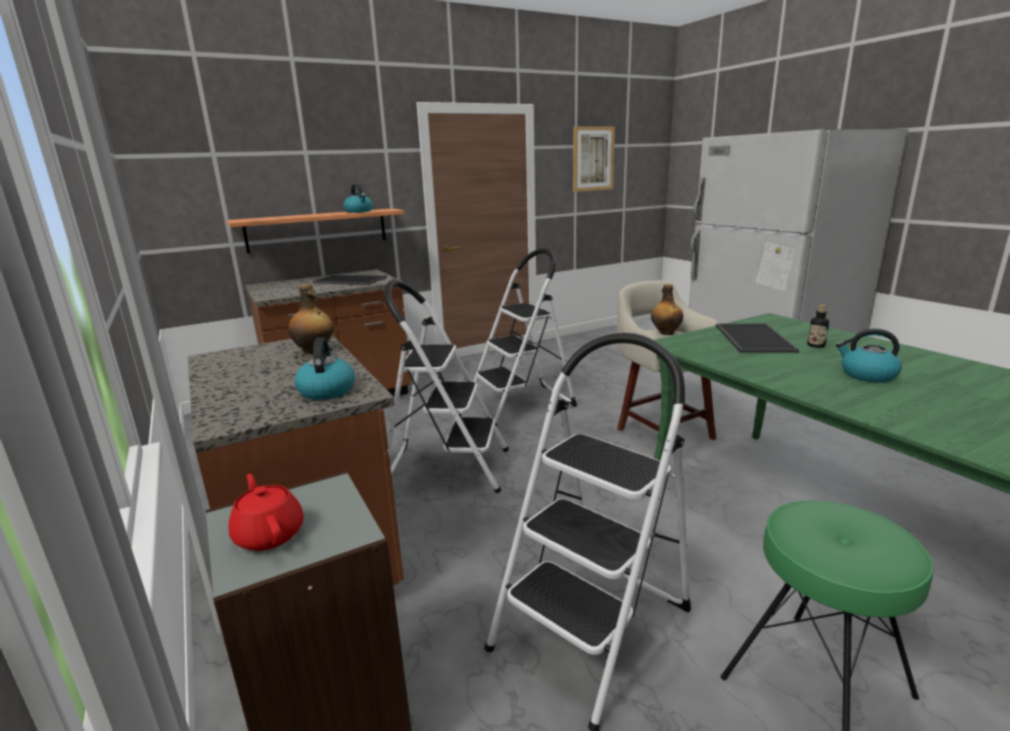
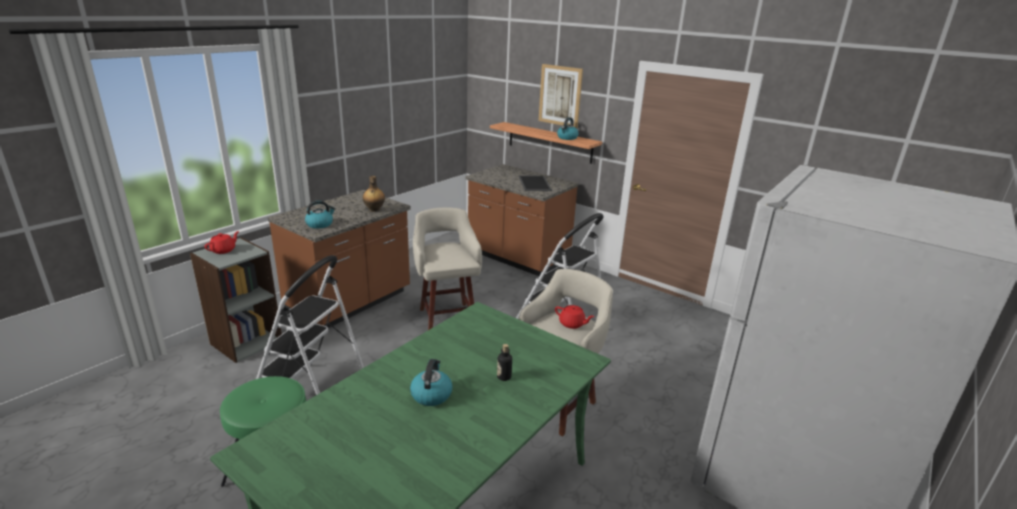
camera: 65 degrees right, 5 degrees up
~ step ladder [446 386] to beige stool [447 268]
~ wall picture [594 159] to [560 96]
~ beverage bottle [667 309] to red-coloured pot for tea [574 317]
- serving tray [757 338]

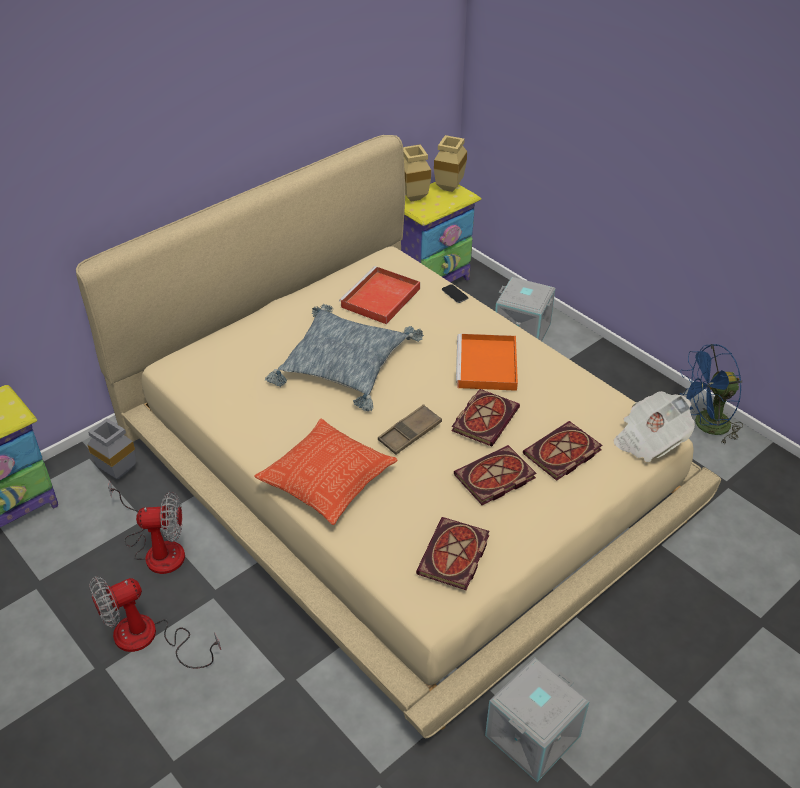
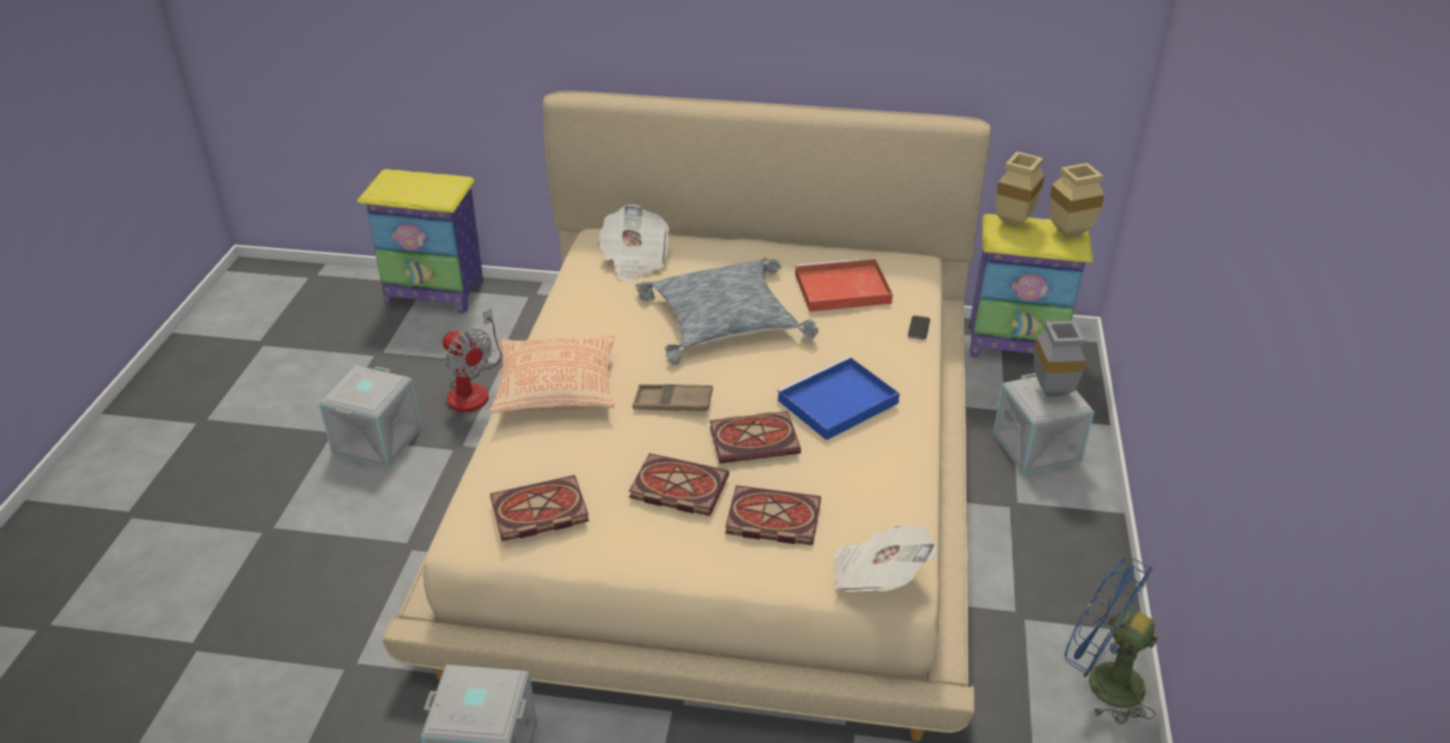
camera: 50 degrees right, 5 degrees down
~ fan [155 622] to gray storage box [370 416]
~ orange-coloured throw pillow [326 472] to beige throw pillow [552 374]
+ newspaper [633 242]
~ orange-coloured serving tray [487 362] to bluish serving tray [838 398]
~ gray flower vase [111 448] to [1060 359]

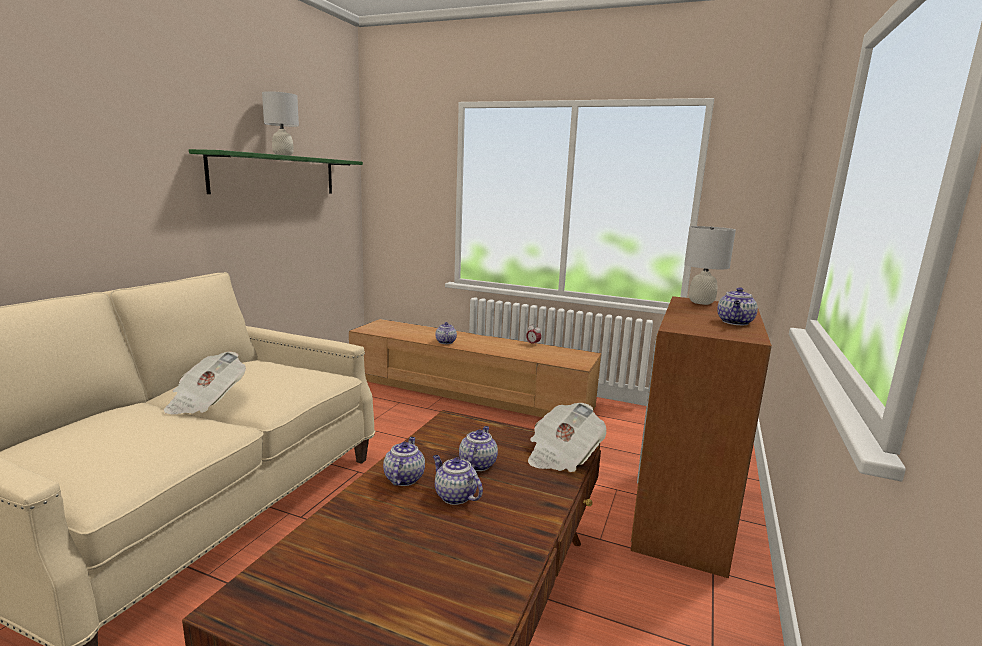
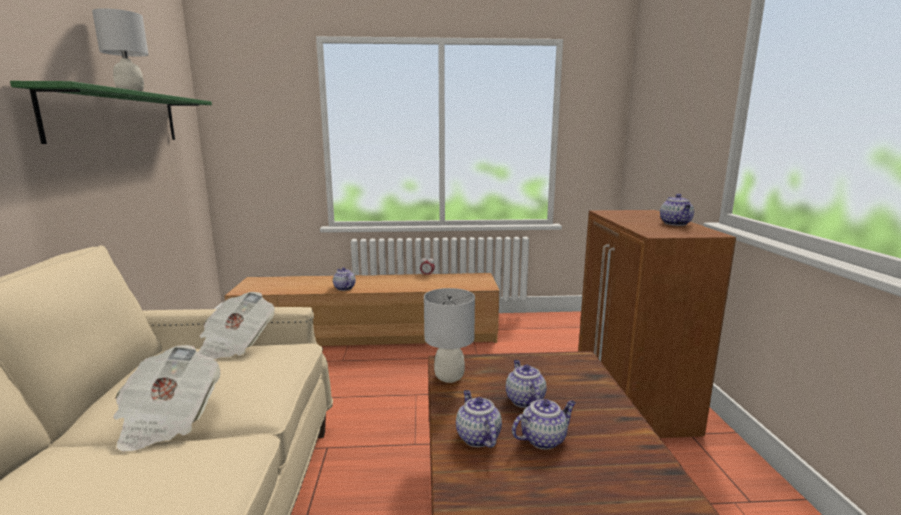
camera: 25 degrees left, 0 degrees up
~ newspaper [567 437] to [236 325]
~ gray table lamp [710 265] to [449 335]
~ pot for tea [458 480] = [544 424] 135 degrees clockwise

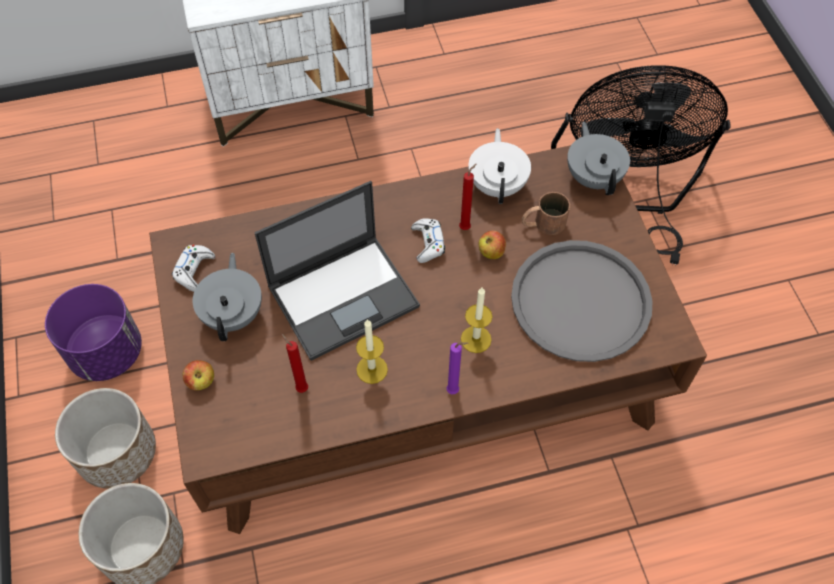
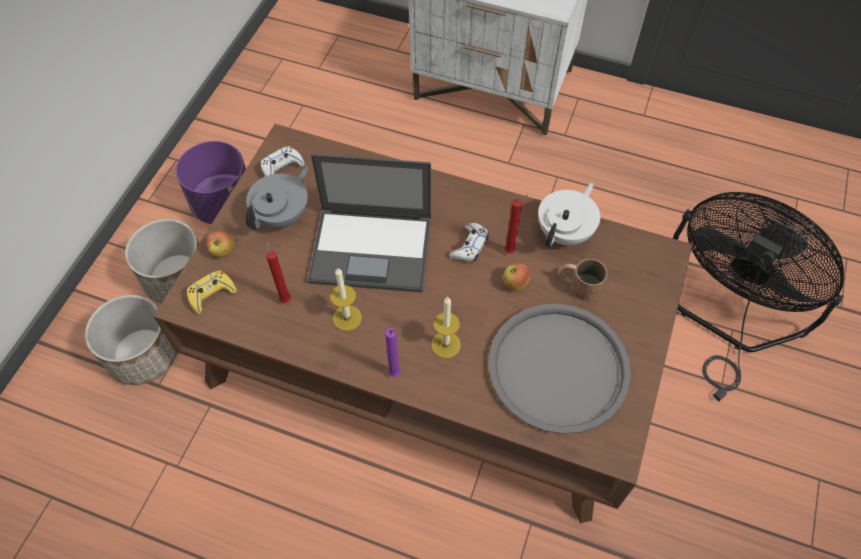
camera: 35 degrees right, 0 degrees up
+ yellow-coloured gamepad [212 292]
- gray pot for tea [598 158]

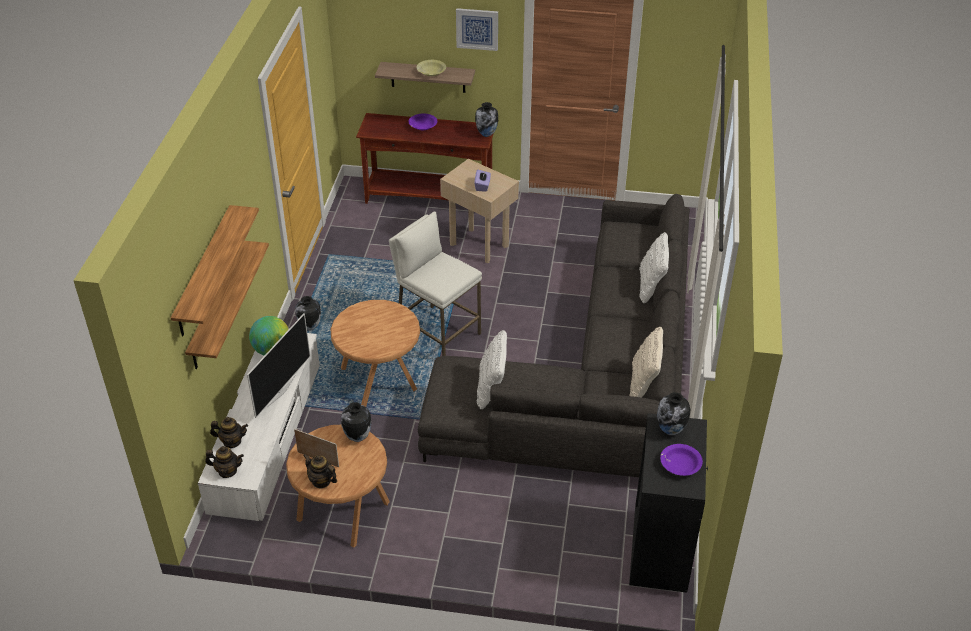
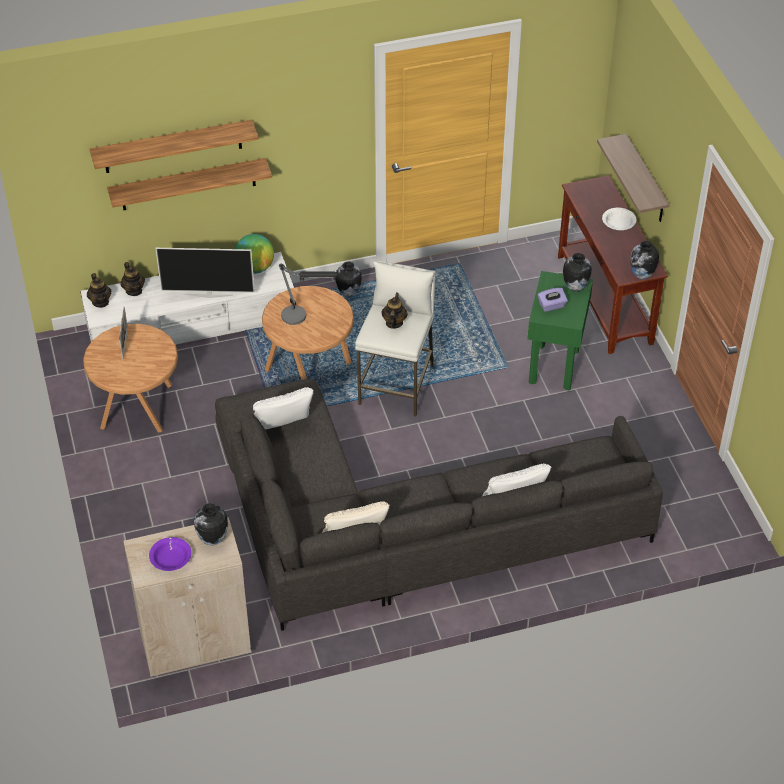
camera: 65 degrees right, 5 degrees up
~ black cabinet [668 503] to beige cabinet [188 597]
+ table lamp [308 294]
~ pot for tea [320 471] to [395 310]
~ beige side table [479 211] to green-coloured side table [560 330]
~ flower vase [356 422] to [577 272]
~ purple deep dish [423 121] to white deep dish [619 219]
- yellow-coloured deep dish [431 68]
- wall picture [477 29]

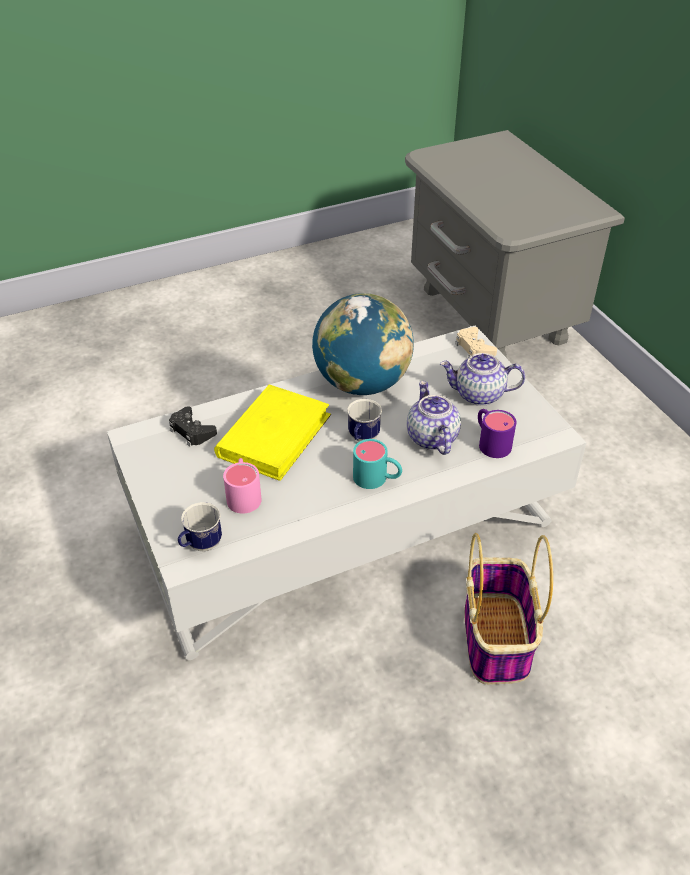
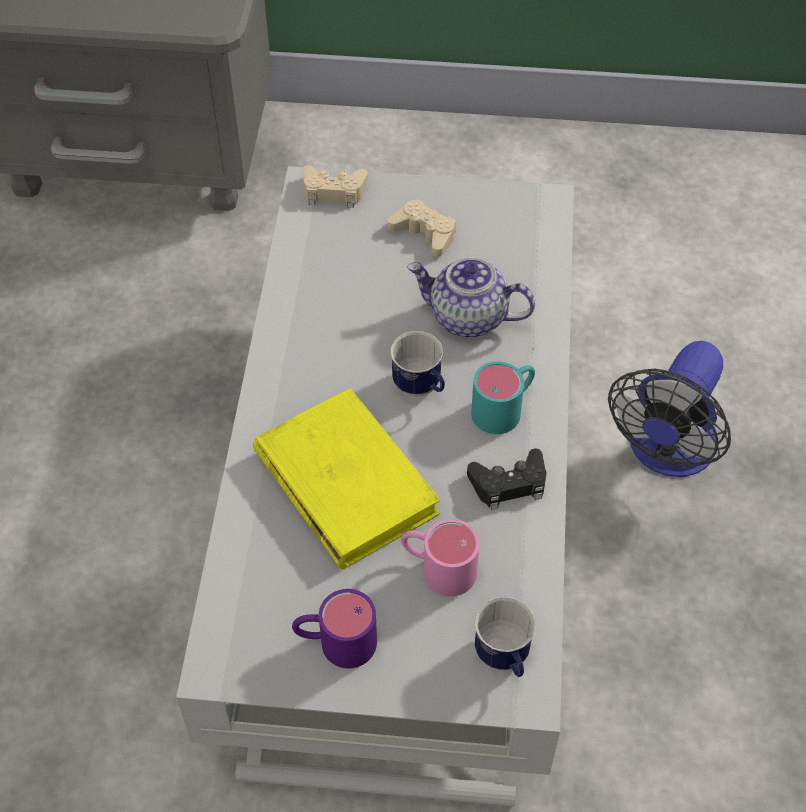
camera: 60 degrees left, 10 degrees up
~ purple coffee mug [497 433] to [334 628]
~ pot for tea [482 379] to beige gamepad [421 228]
~ black gamepad [193 426] to [506 479]
~ storage basket [508 608] to fan [669 409]
- globe [363 344]

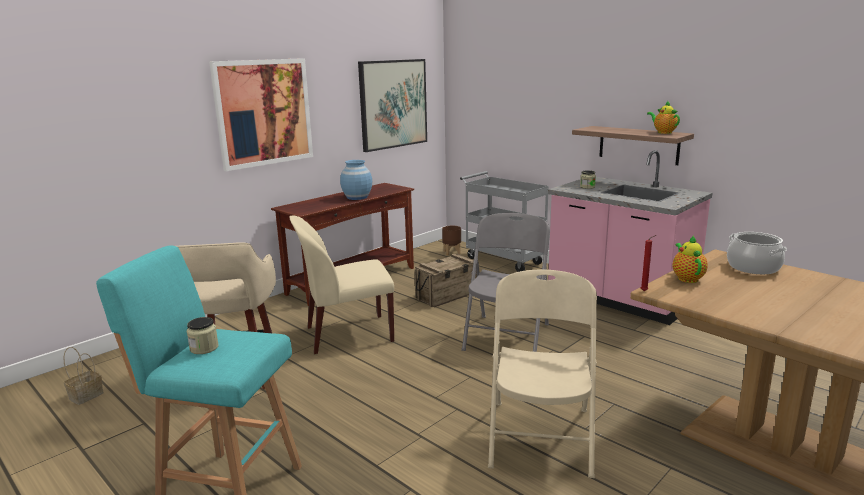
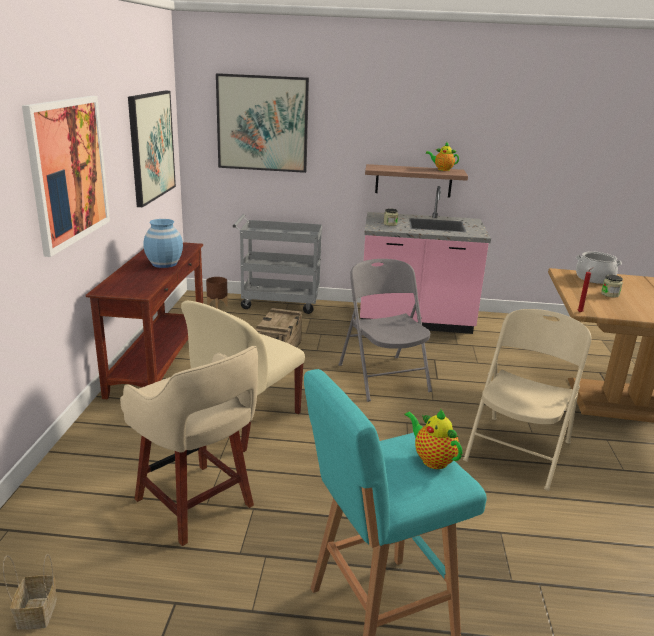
camera: 40 degrees left, 5 degrees up
+ wall picture [262 123]
~ pot for tea [690 259] to [433 439]
~ beige upright chair [542 374] = [527 400] 60 degrees clockwise
~ jar [203 335] to [612 286]

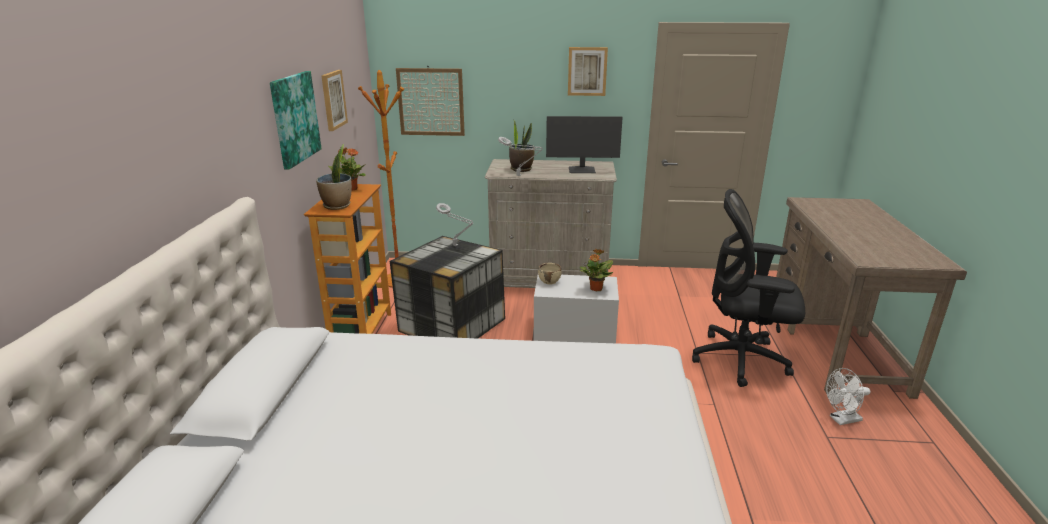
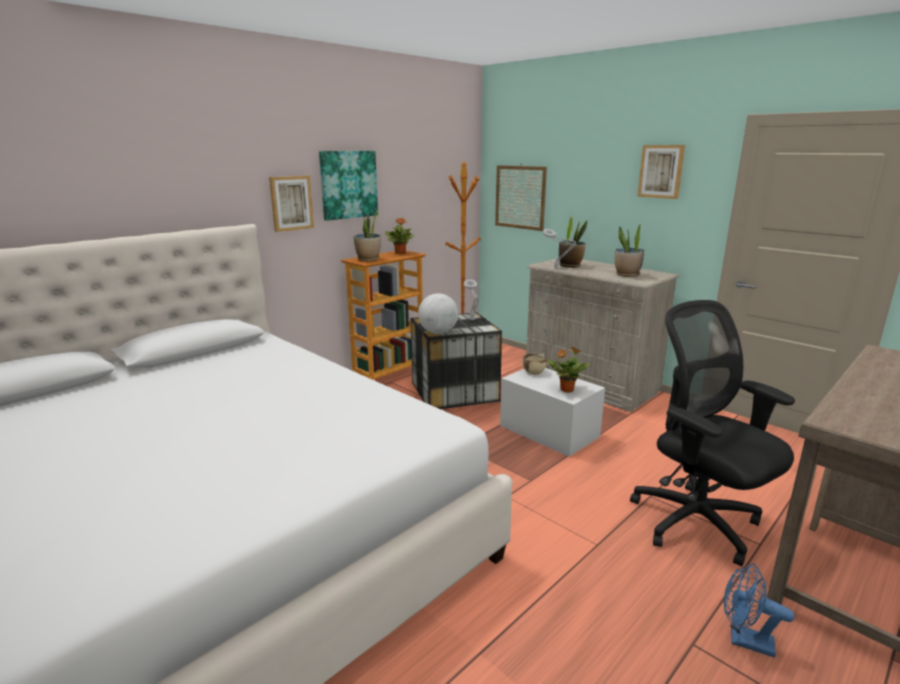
camera: 40 degrees right, 5 degrees down
~ wall picture [335 100] to [291 204]
+ globe [438 313]
~ computer display [584 144] to potted plant [629 250]
~ white fan [848 396] to bluish fan [759 610]

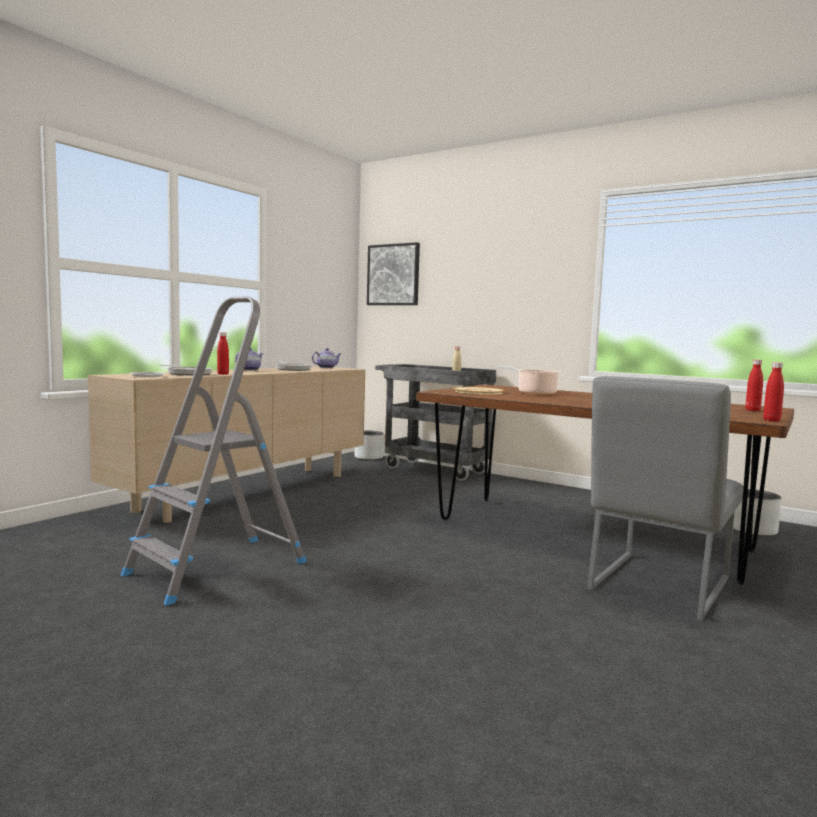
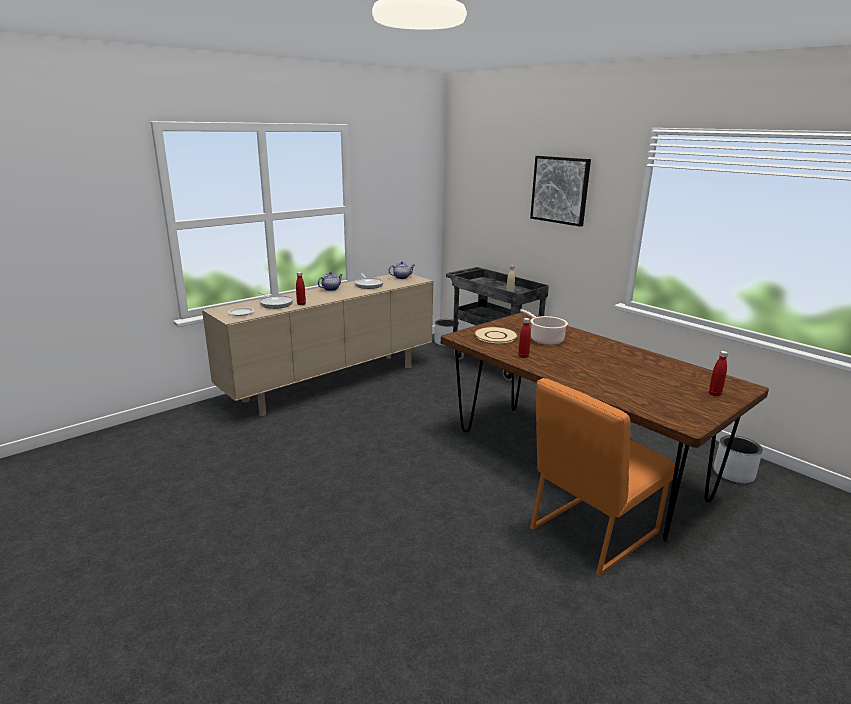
camera: 15 degrees right, 15 degrees up
~ red-coloured beverage bottle [773 391] to [524 338]
~ wall picture [393 273] to [560 191]
~ gray upright chair [665 498] to orange-coloured upright chair [602 477]
- gray step ladder [214 450]

